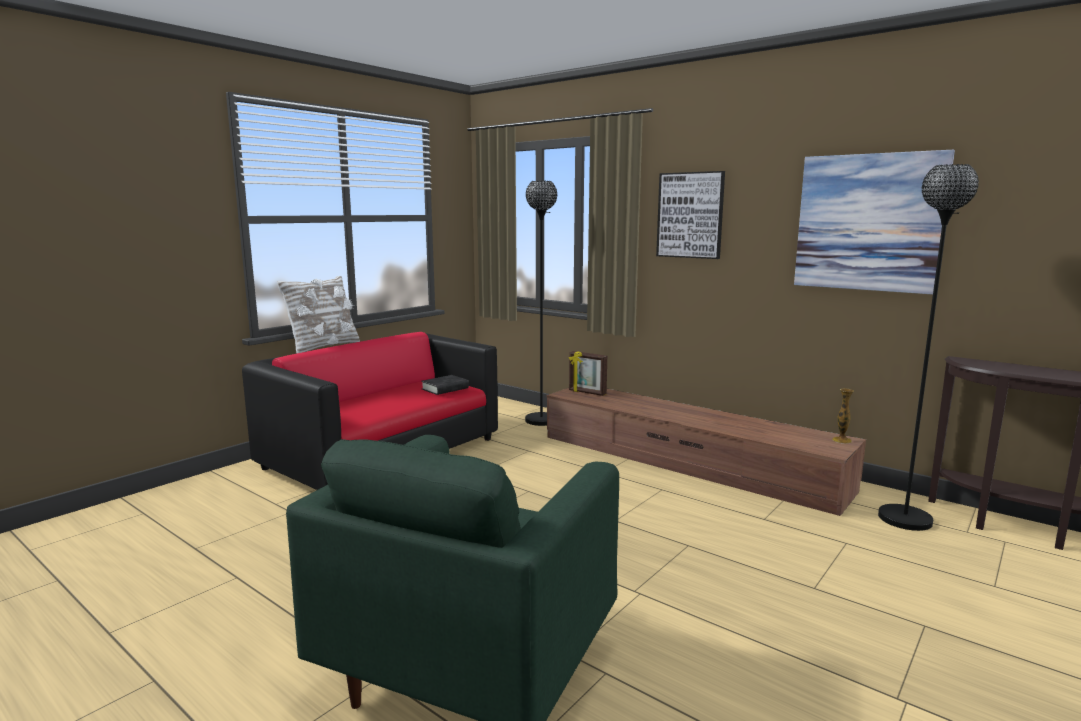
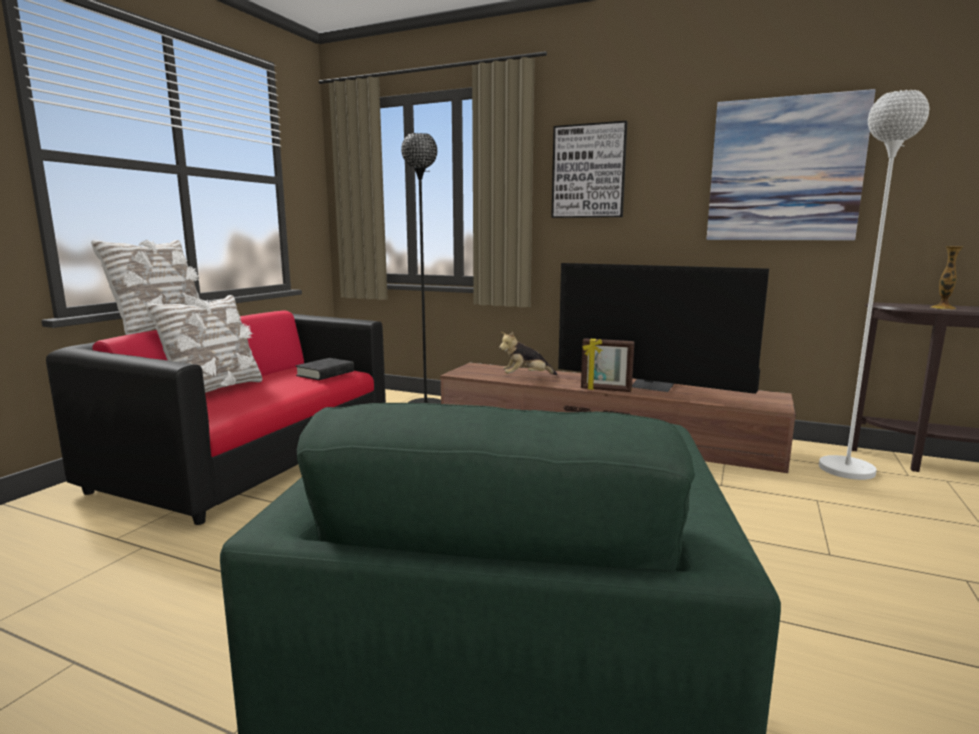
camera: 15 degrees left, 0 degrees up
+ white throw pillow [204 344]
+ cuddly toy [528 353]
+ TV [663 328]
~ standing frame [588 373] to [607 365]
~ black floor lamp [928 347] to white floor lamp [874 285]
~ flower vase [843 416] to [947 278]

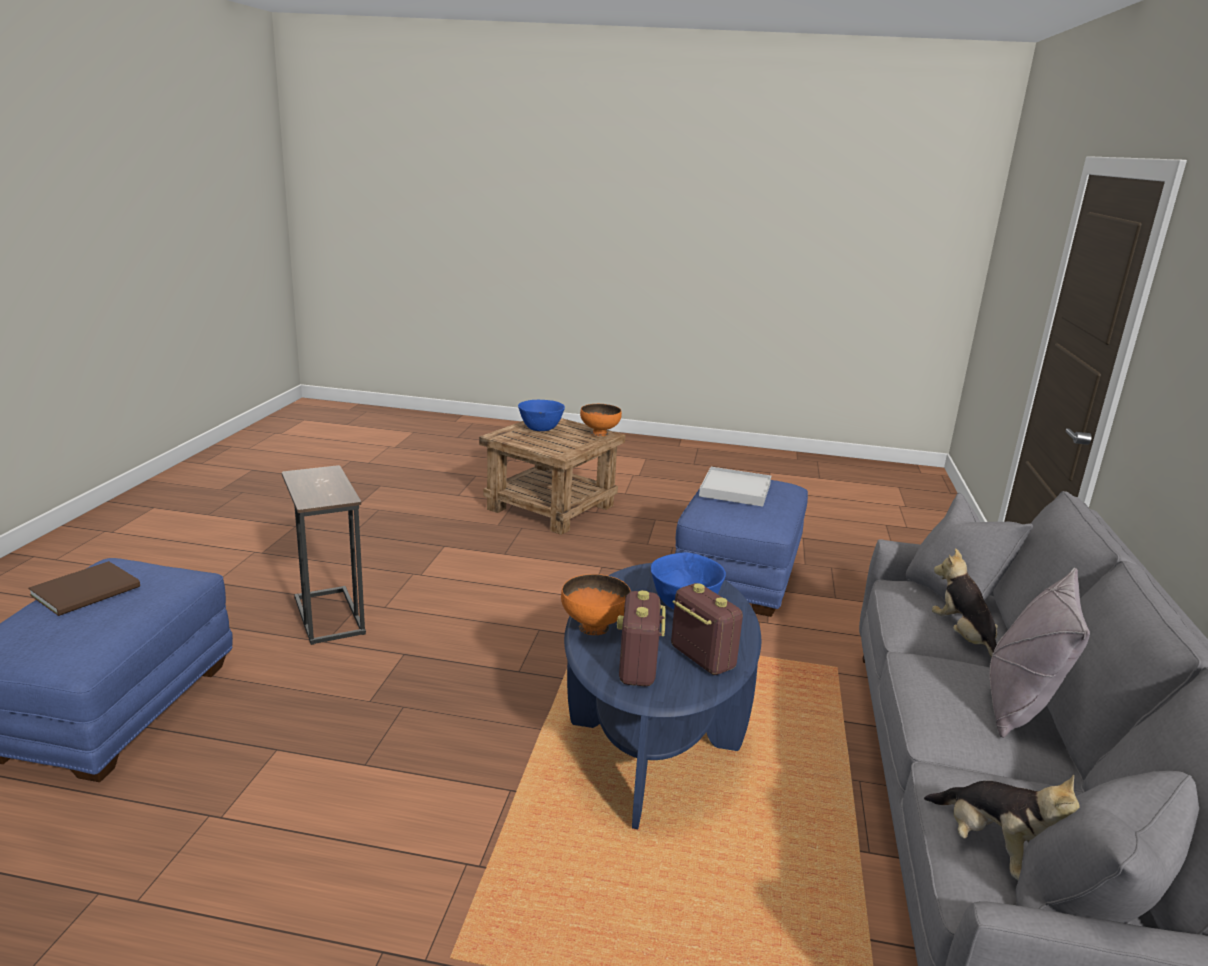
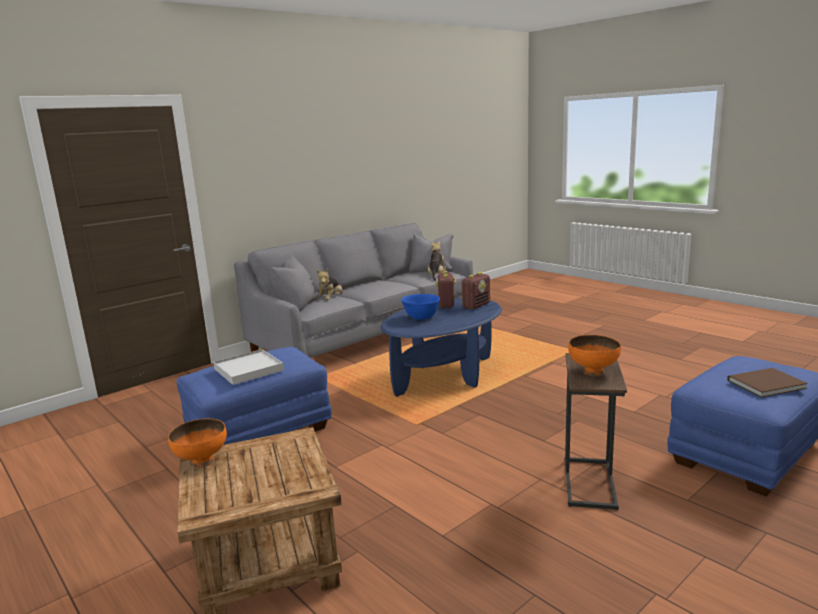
camera: 140 degrees left, 5 degrees down
~ orange-coloured deep dish [596 604] to [594 355]
- bluish deep dish [541 415]
- purple throw pillow [1039 653]

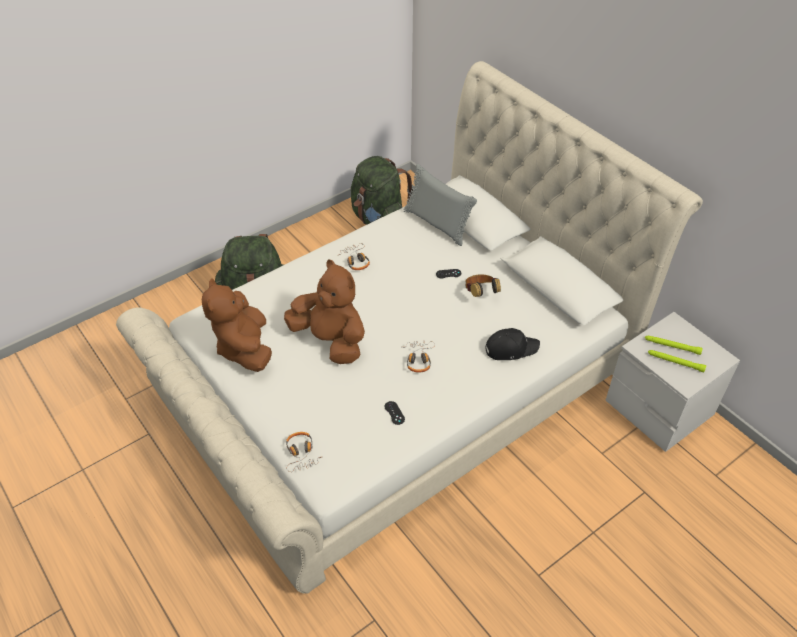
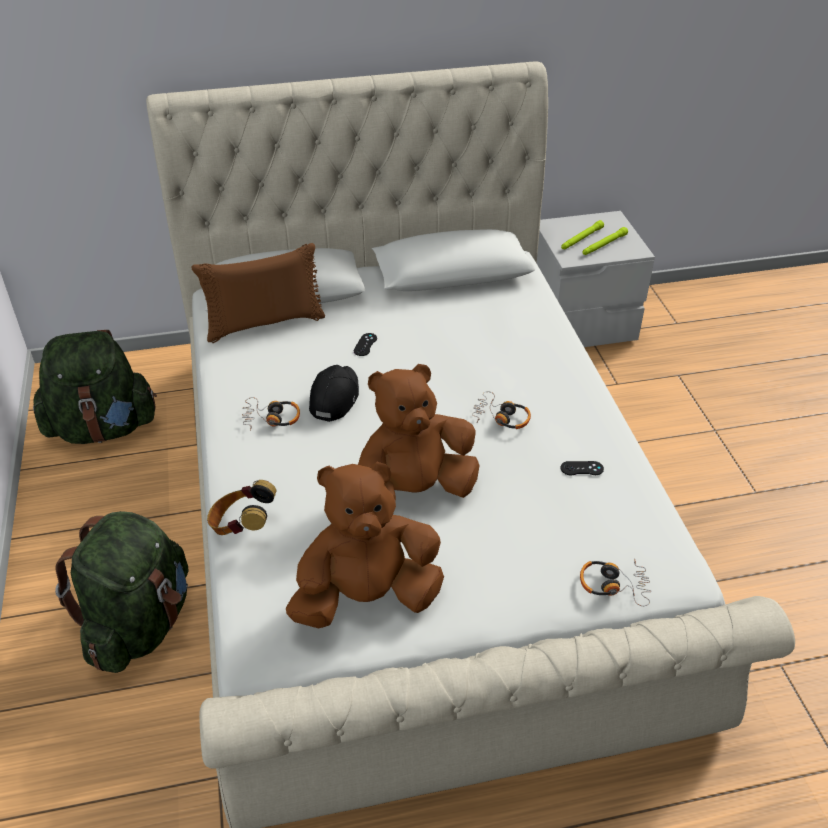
camera: 65 degrees left, 5 degrees down
~ gray throw pillow [440 205] to brown throw pillow [258 293]
~ pair of headphones [483 286] to [241 507]
~ brown cuddly toy [237 325] = [365 545] 150 degrees clockwise
~ black peaked cap [512 344] to [334 393]

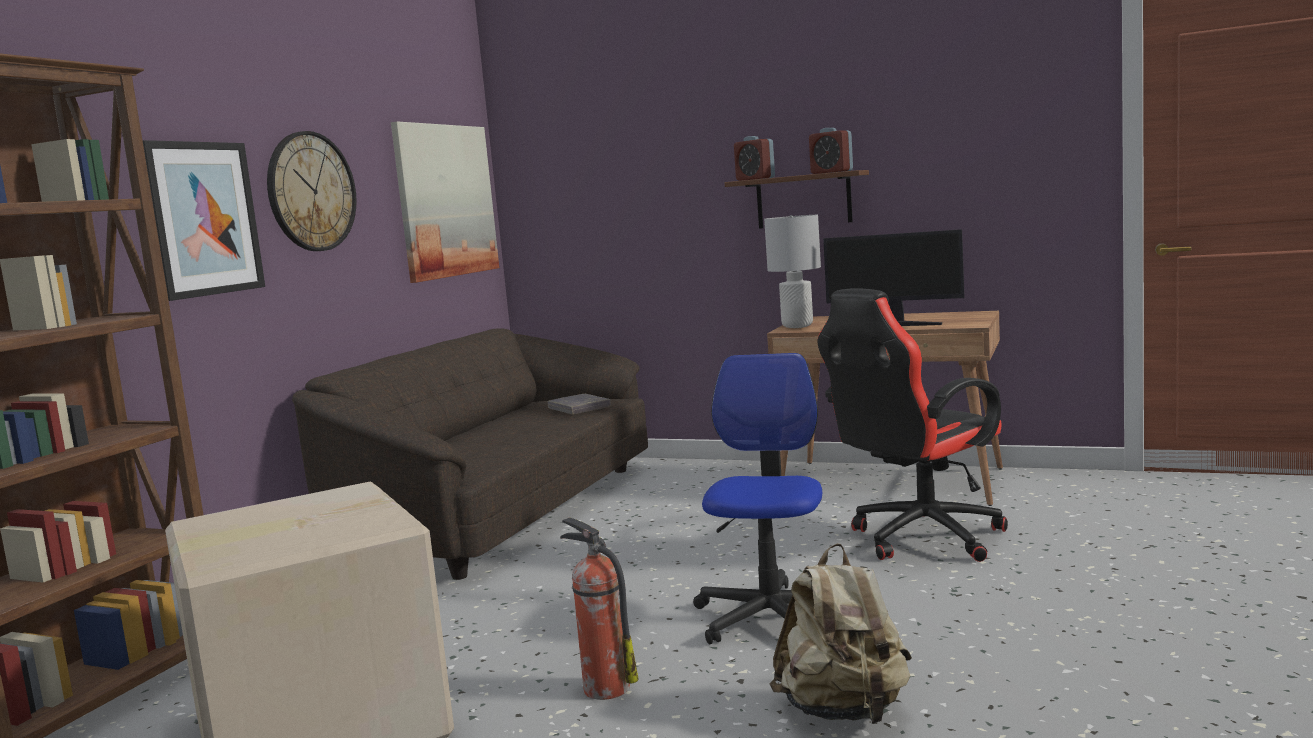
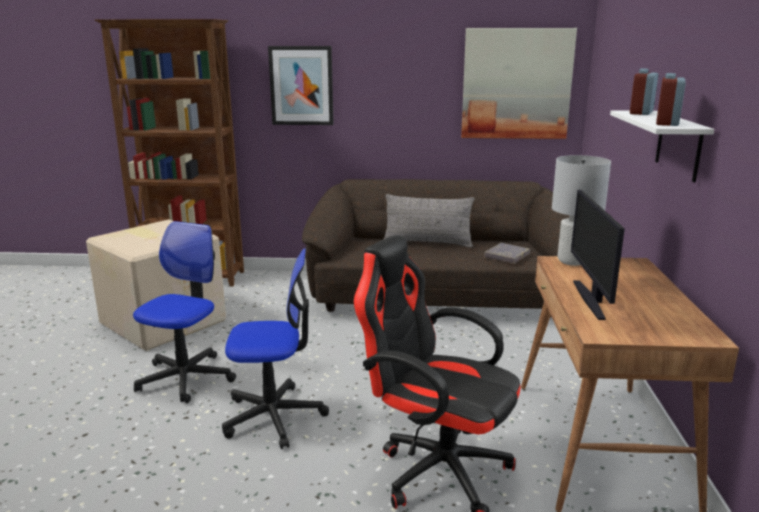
camera: 70 degrees right, 10 degrees up
~ fire-fighting cylinder [599 608] to desk chair [184 312]
+ gray throw pillow [428 220]
~ brown wall shelf [797 199] to white wall shelf [662 146]
- clock on the wall [311 191]
- beige knapsack [841 633]

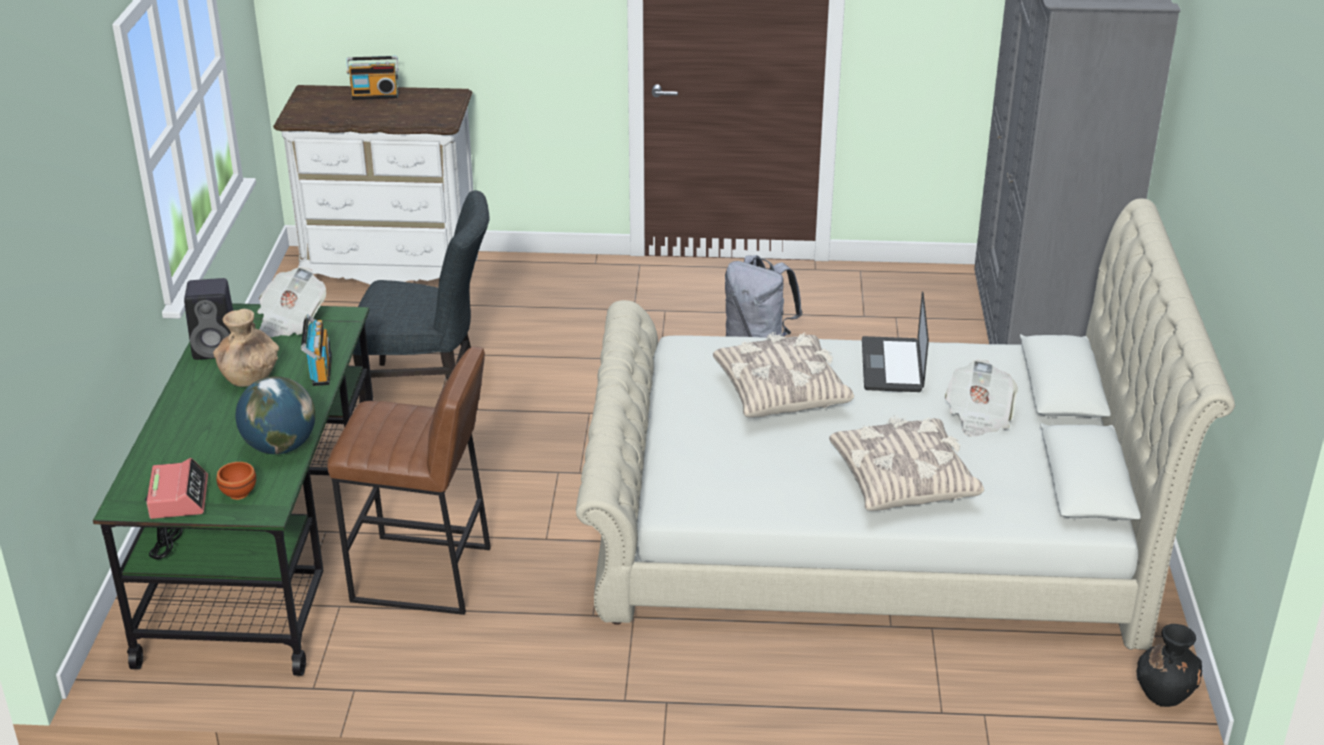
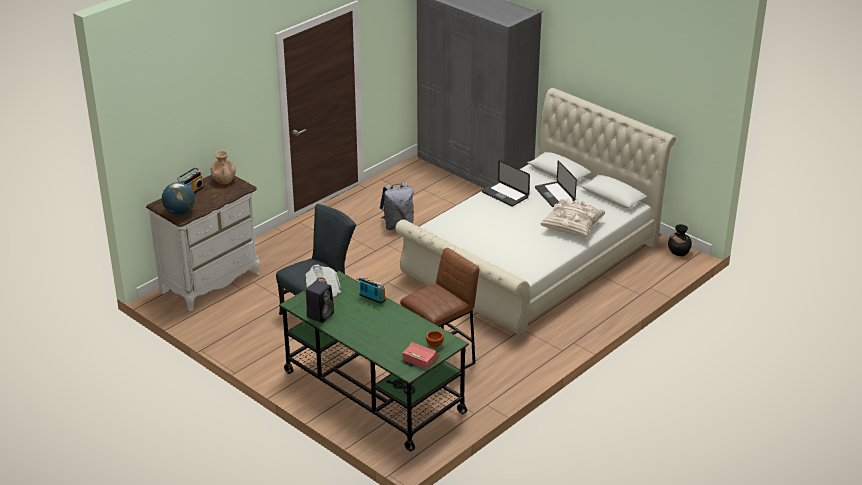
camera: 50 degrees left, 0 degrees up
~ globe [275 415] to [178 198]
~ brown flower vase [246 348] to [223 167]
~ newspaper [981 398] to notebook computer [556 183]
- beige throw pillow [783 375]

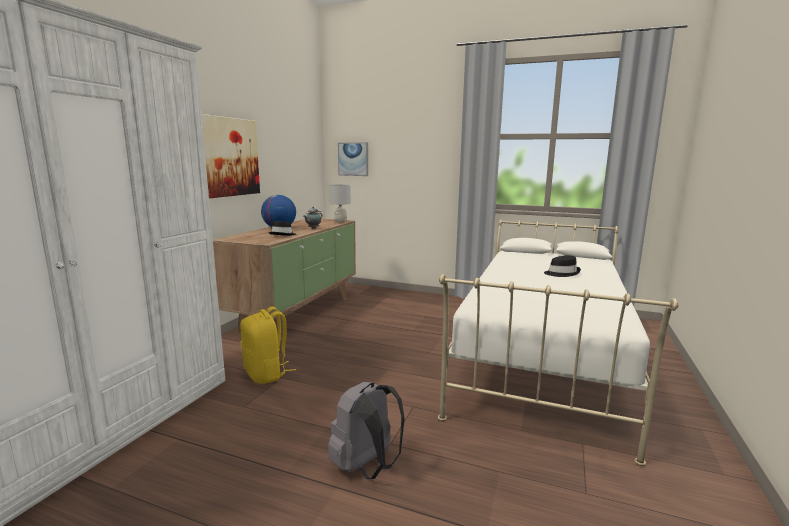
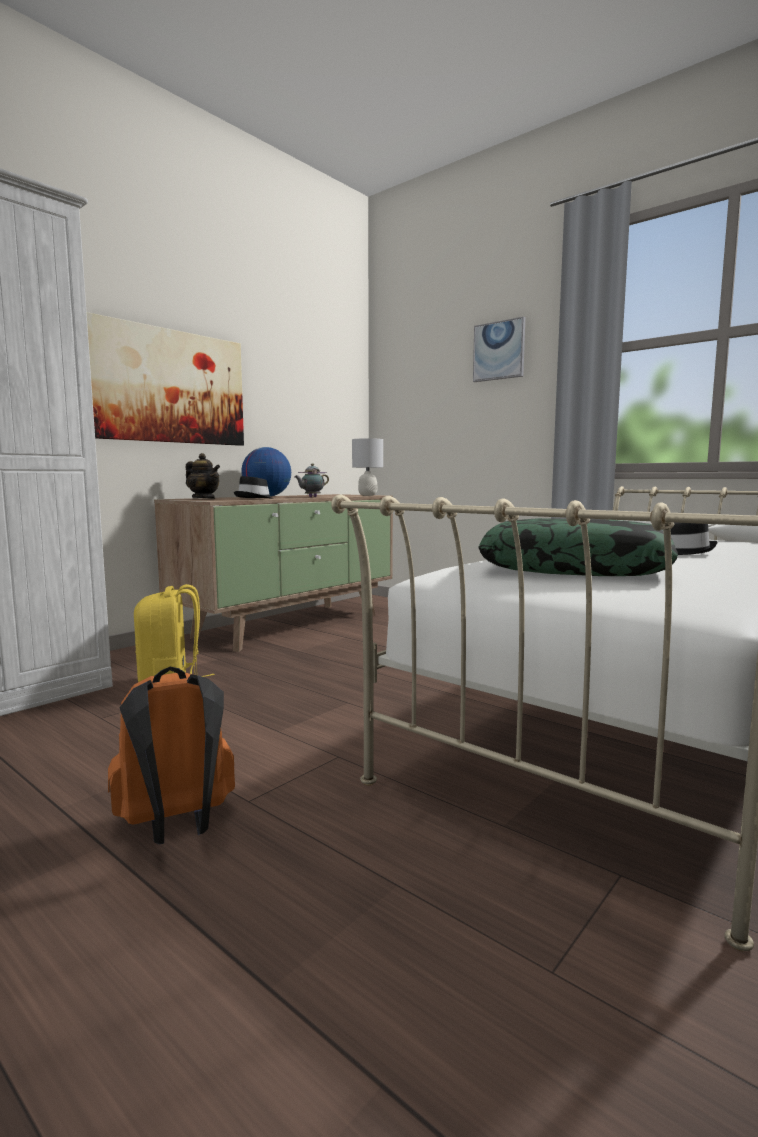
camera: 20 degrees right, 5 degrees down
~ gray knapsack [366 430] to orange-coloured knapsack [171 755]
+ pot for tea [202 476]
~ wall picture [353 159] to [499 349]
+ throw pillow [578 547]

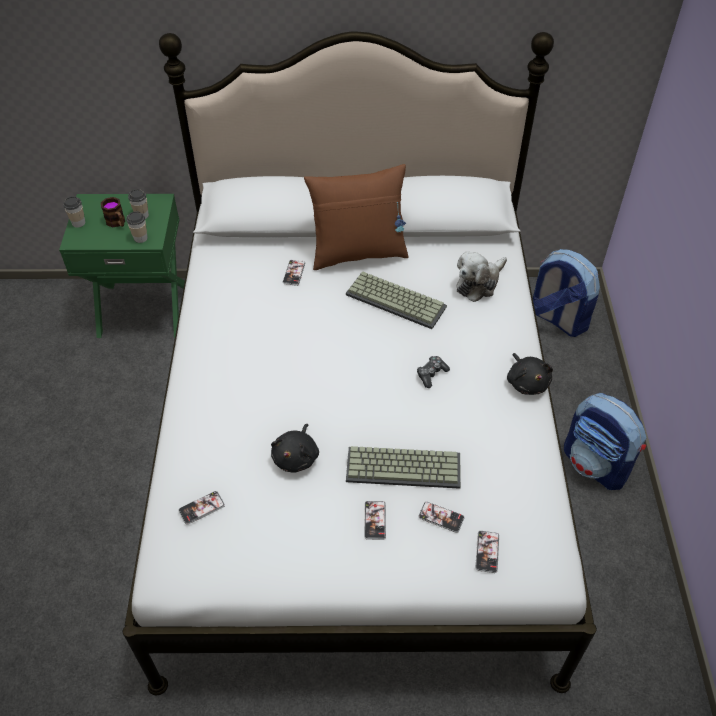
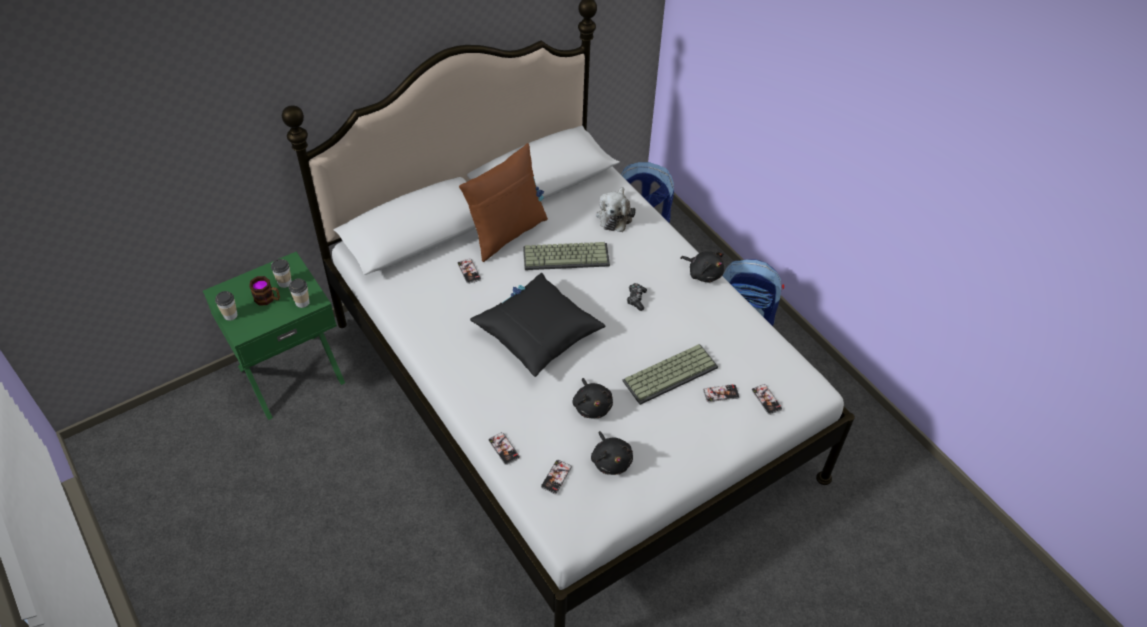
camera: 35 degrees left, 0 degrees up
+ black throw pillow [537 325]
~ telephone [375 520] to [504 448]
+ black cuddly toy [612 453]

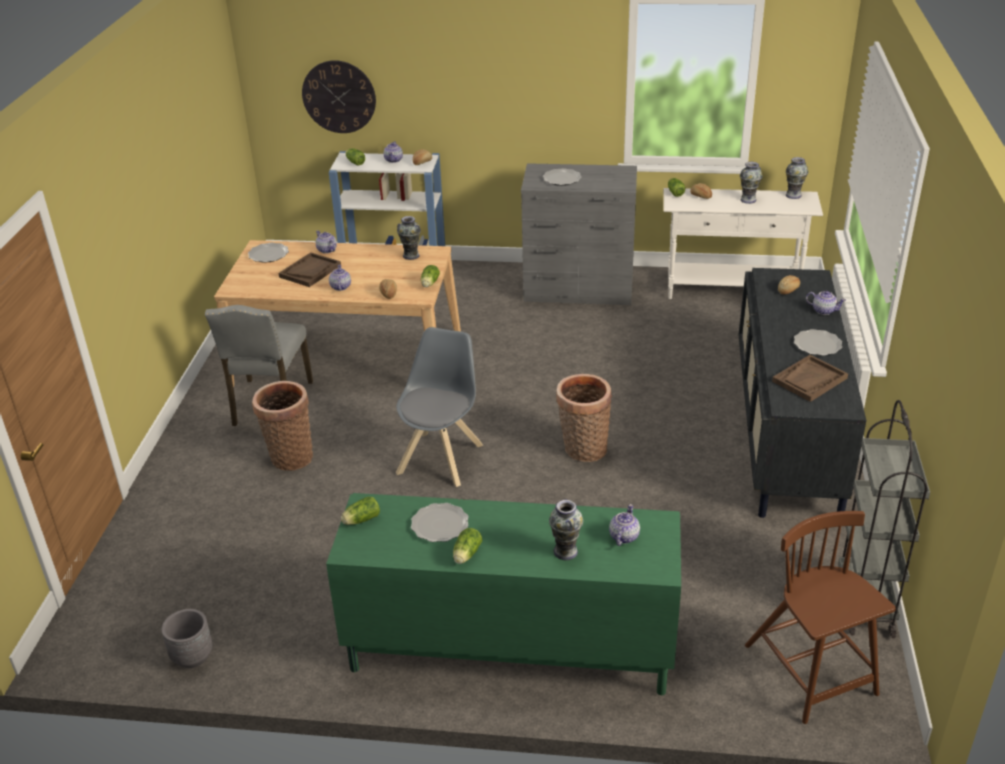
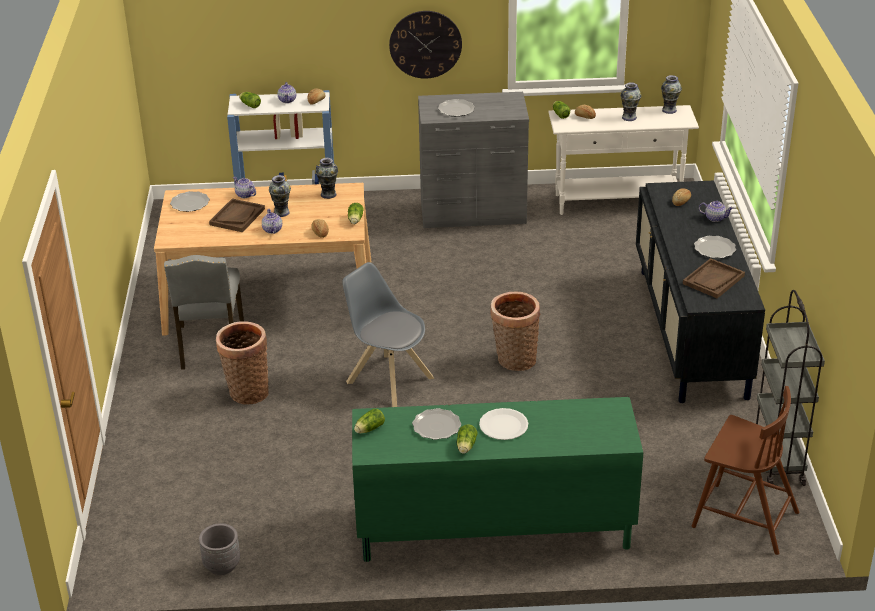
camera: 10 degrees left, 0 degrees up
~ flower vase [566 530] to [280 196]
~ gray upright chair [439 407] = [388 334] 60 degrees counterclockwise
~ clock on the wall [339 96] to [425 45]
+ white flat dish [503 424]
~ brown upright chair [820 617] = [745 470] 150 degrees clockwise
- pot for tea [624 525]

